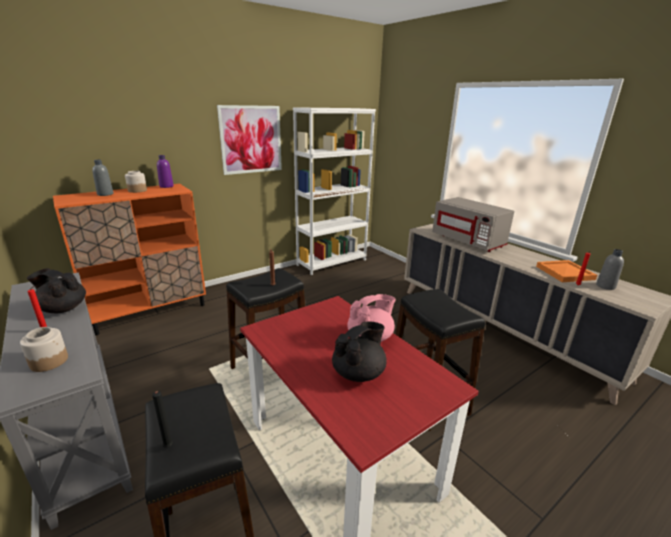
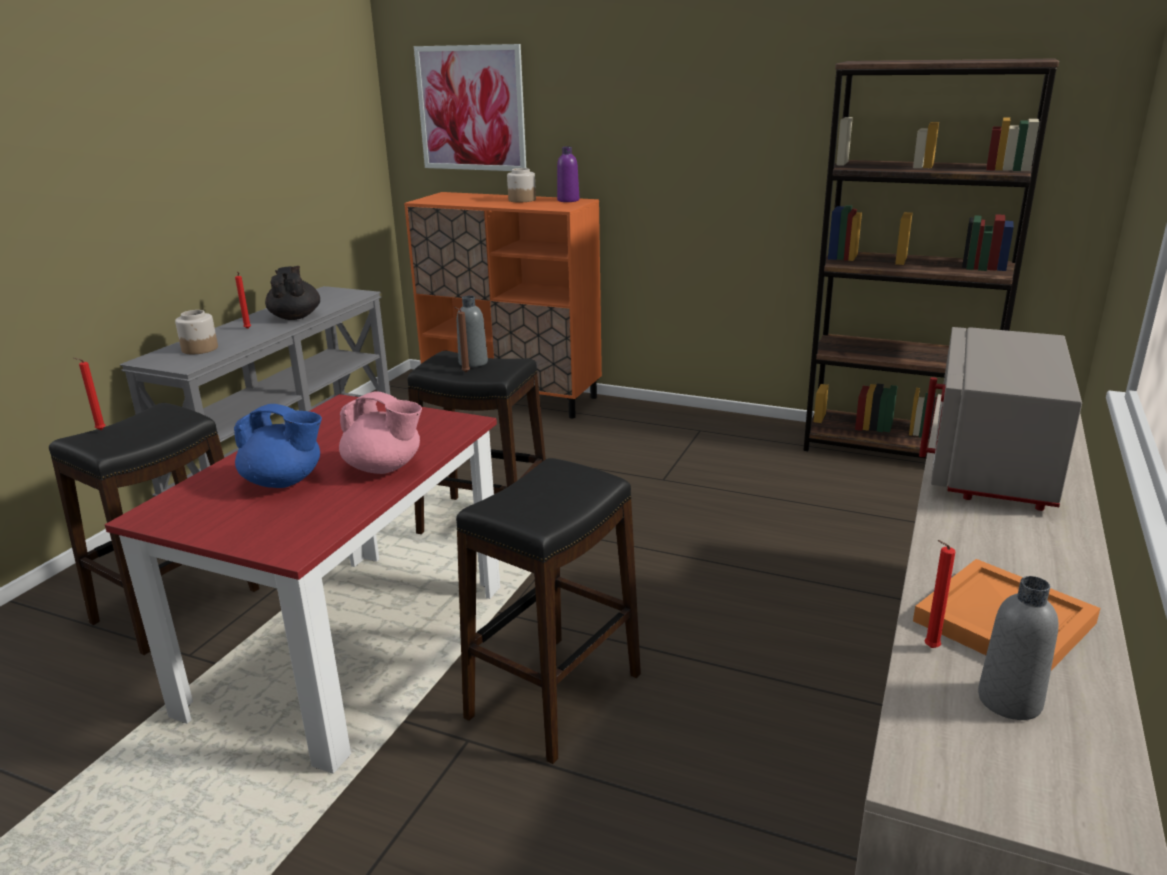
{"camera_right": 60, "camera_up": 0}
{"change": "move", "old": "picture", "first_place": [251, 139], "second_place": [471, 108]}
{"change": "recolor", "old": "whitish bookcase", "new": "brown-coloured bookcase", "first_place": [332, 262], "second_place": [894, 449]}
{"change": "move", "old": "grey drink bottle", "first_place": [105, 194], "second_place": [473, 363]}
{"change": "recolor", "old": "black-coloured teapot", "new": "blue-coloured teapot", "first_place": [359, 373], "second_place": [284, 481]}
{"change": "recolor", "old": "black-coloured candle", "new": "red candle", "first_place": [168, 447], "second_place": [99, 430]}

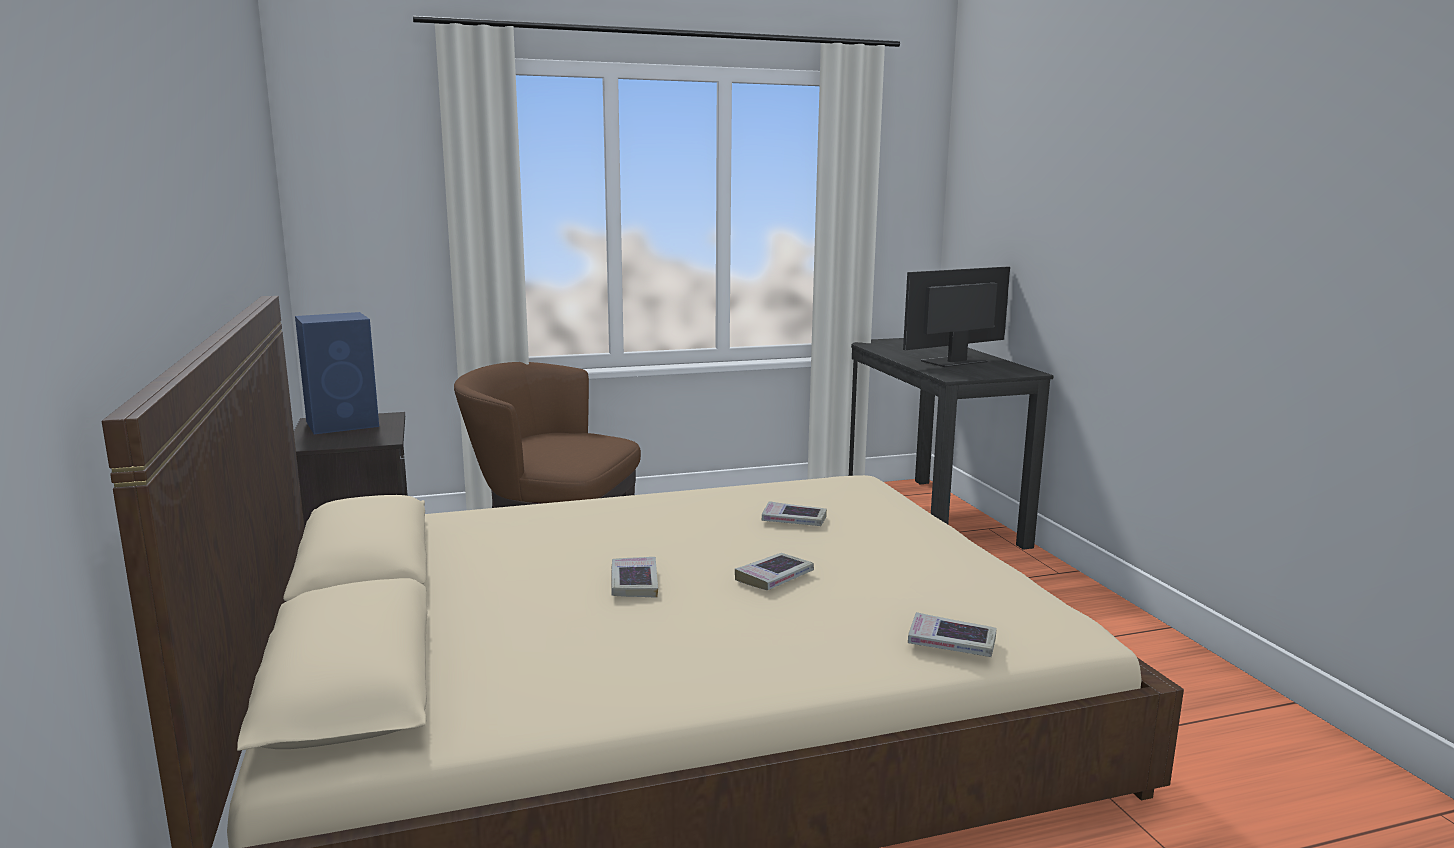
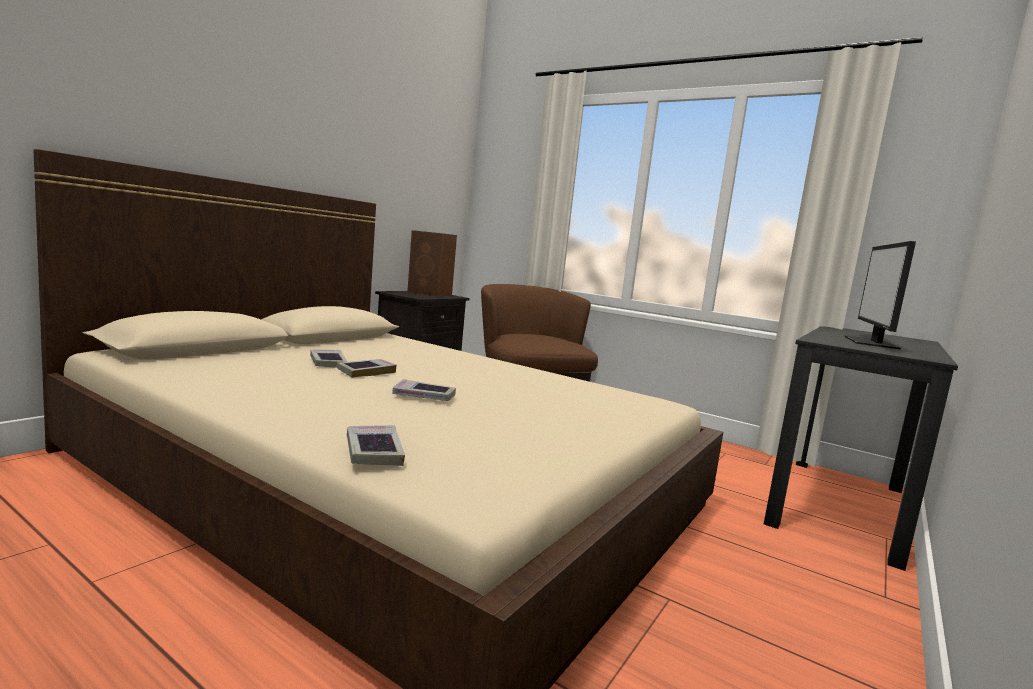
{"camera_right": 50, "camera_up": -5}
{"change": "rotate", "old": "computer screen", "first_place": [954, 362], "second_place": [872, 343], "degrees": -90}
{"change": "recolor", "old": "blue-coloured loudspeaker", "new": "brown-coloured loudspeaker", "first_place": [344, 424], "second_place": [430, 293]}
{"change": "move", "old": "book", "first_place": [794, 520], "second_place": [328, 363]}

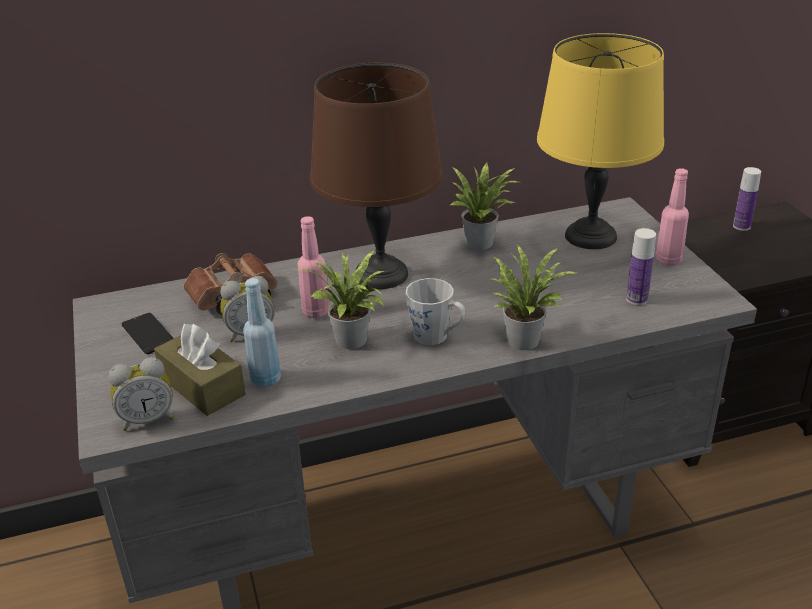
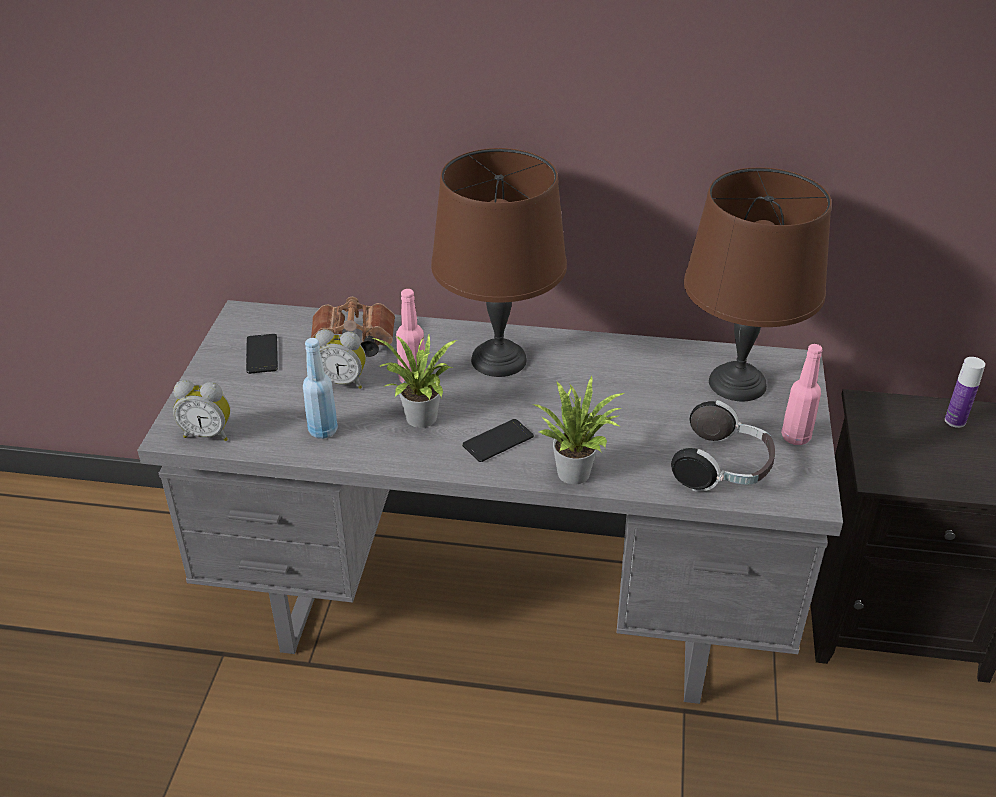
{"camera_right": 25, "camera_up": 5}
{"change": "recolor", "old": "yellow lamp for a table", "new": "brown-coloured lamp for a table", "first_place": [589, 236], "second_place": [736, 383]}
{"change": "delete", "old": "plant in a pot", "first_place": [483, 242]}
{"change": "replace", "old": "drink bottle", "new": "headphones", "first_place": [636, 299], "second_place": [723, 468]}
{"change": "replace", "old": "grey tea mug", "new": "phone", "first_place": [436, 337], "second_place": [498, 441]}
{"change": "delete", "old": "brown-coloured box of tissues", "first_place": [202, 386]}

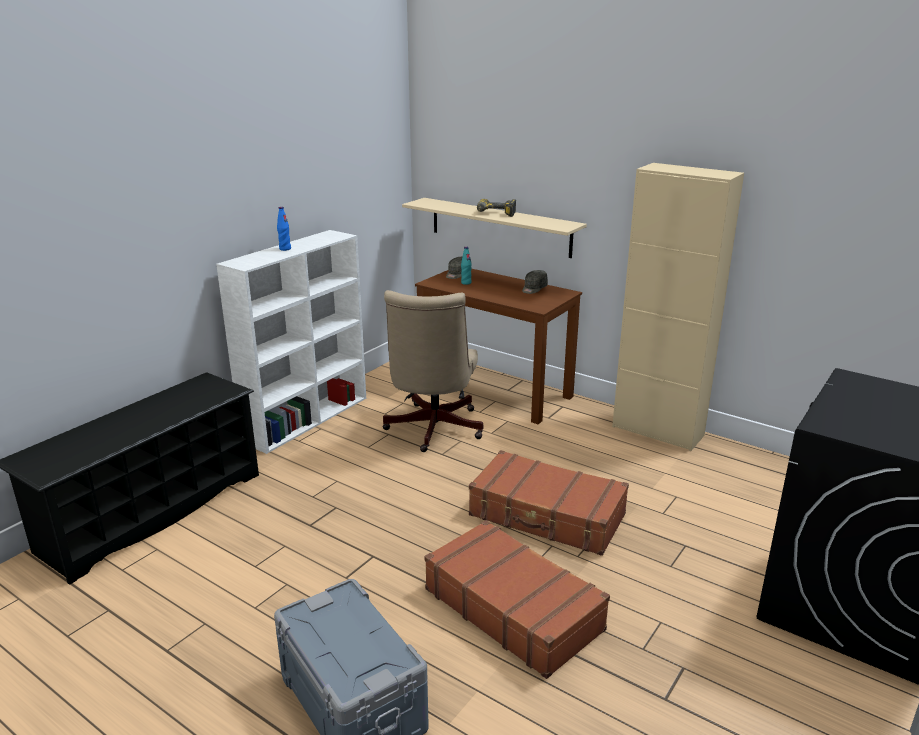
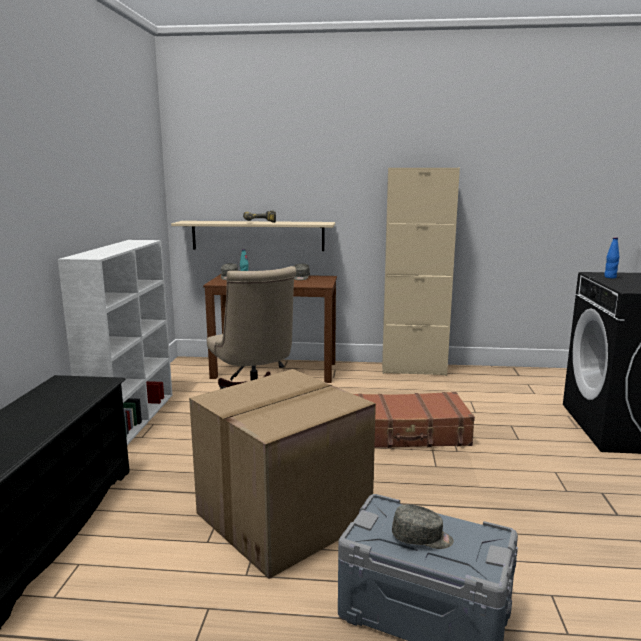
{"camera_right": -30, "camera_up": -10}
{"change": "move", "old": "blue-coloured drink bottle", "first_place": [285, 249], "second_place": [610, 277]}
{"change": "delete", "old": "brown-coloured piece of luggage", "first_place": [513, 608]}
{"change": "insert", "new": "cardboard box", "second_place": [283, 518]}
{"change": "insert", "new": "grey baseball cap", "second_place": [422, 538]}

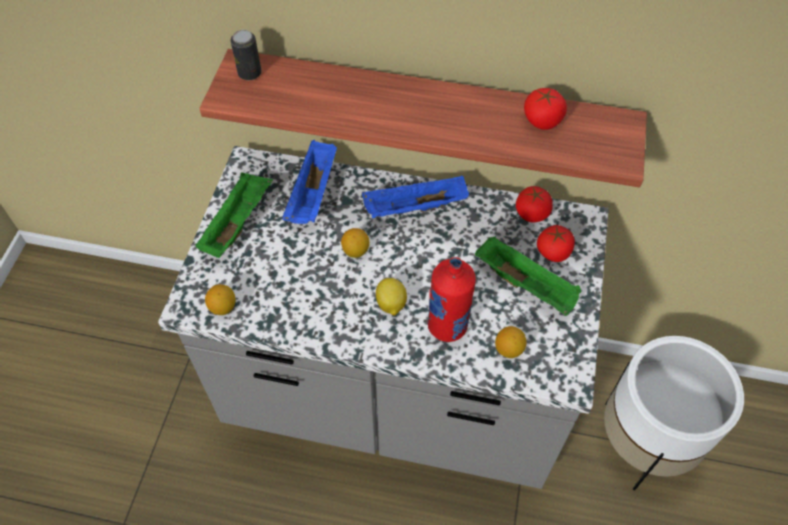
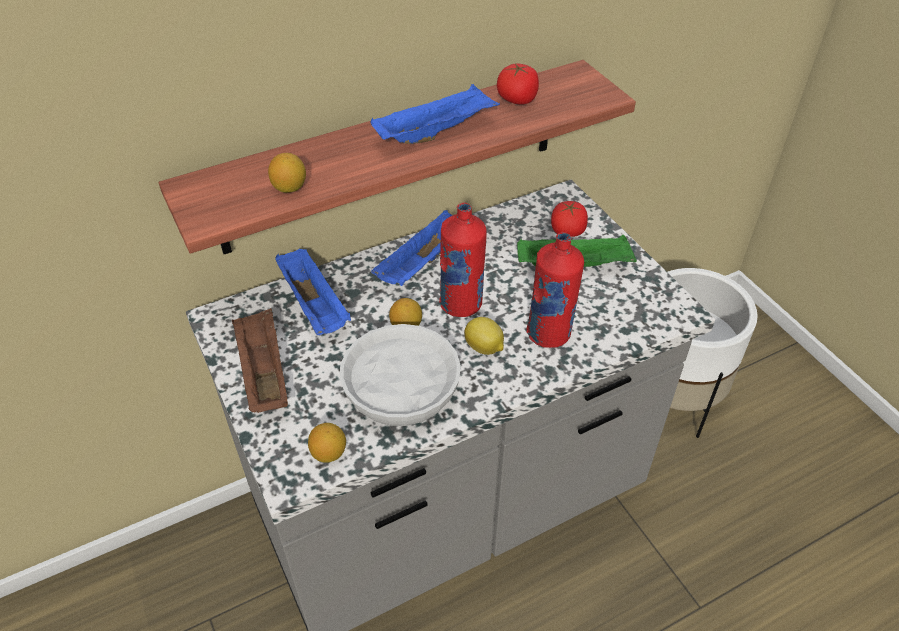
{"camera_right": -40, "camera_up": -10}
{"change": "delete", "old": "sealed can", "first_place": [249, 73]}
{"change": "recolor", "old": "green-coloured carrying tray", "new": "brown-coloured carrying tray", "first_place": [237, 223], "second_place": [263, 373]}
{"change": "delete", "old": "tomato", "first_place": [532, 213]}
{"change": "move", "old": "whole lemon", "first_place": [509, 349], "second_place": [290, 188]}
{"change": "insert", "new": "blue-coloured carrying tray", "second_place": [436, 132]}
{"change": "insert", "new": "red drink bottle", "second_place": [461, 304]}
{"change": "insert", "new": "whitish deep dish", "second_place": [403, 391]}

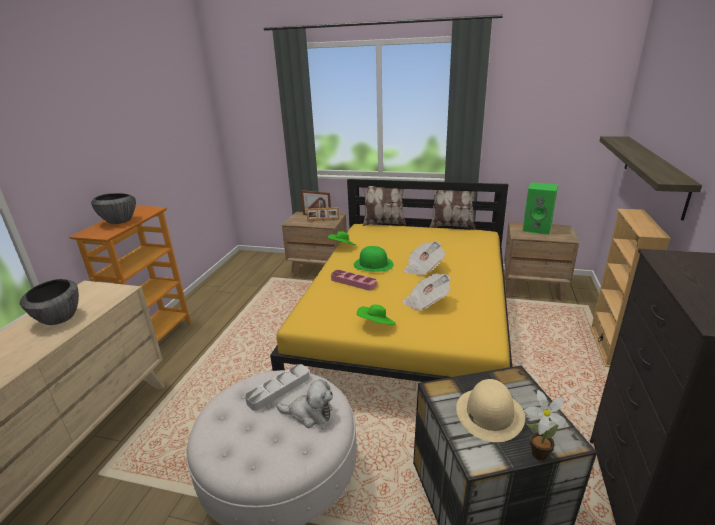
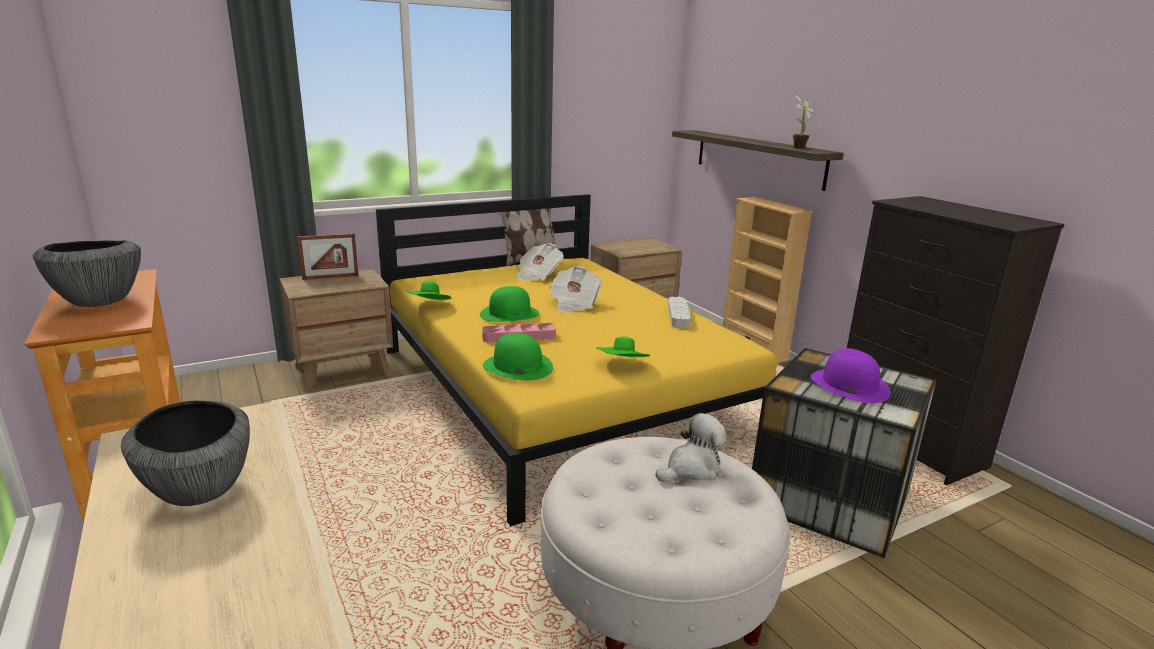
{"camera_right": -45, "camera_up": -5}
{"change": "delete", "old": "green-coloured loudspeaker", "first_place": [537, 229]}
{"change": "delete", "old": "throw pillow", "first_place": [383, 223]}
{"change": "delete", "old": "standing frame", "first_place": [323, 220]}
{"change": "move", "old": "daily paper", "first_place": [426, 302], "second_place": [537, 275]}
{"change": "move", "old": "grey carrying tray", "first_place": [279, 389], "second_place": [678, 315]}
{"change": "recolor", "old": "beige-coloured hat", "new": "purple hat", "first_place": [489, 413], "second_place": [849, 385]}
{"change": "move", "old": "plant in a pot", "first_place": [536, 453], "second_place": [797, 148]}
{"change": "insert", "new": "green-coloured hat", "second_place": [517, 366]}

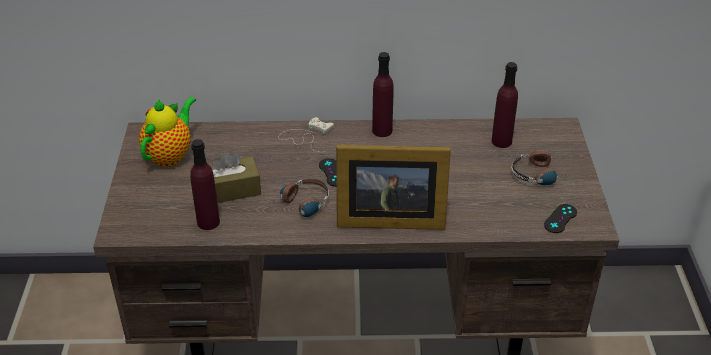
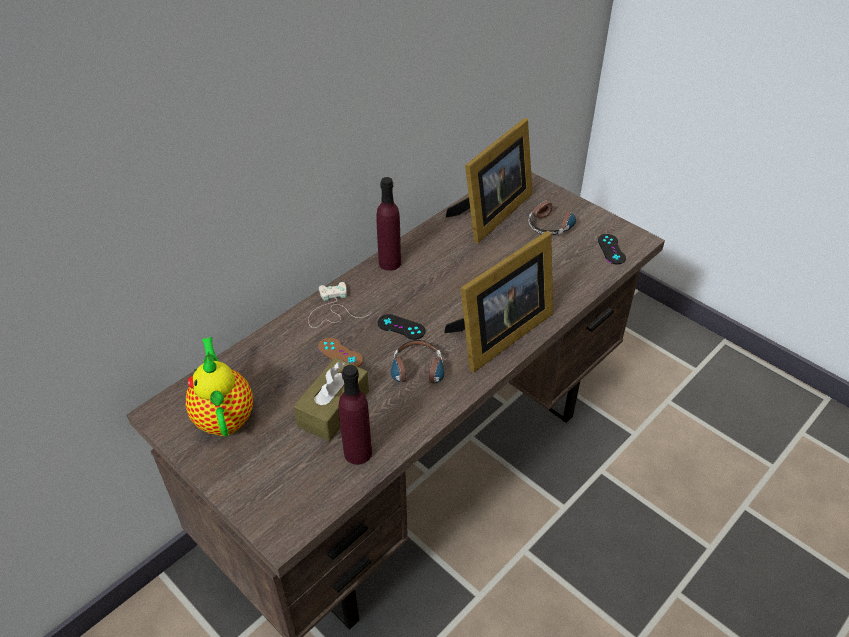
{"camera_right": -45, "camera_up": 5}
{"change": "replace", "old": "purple drink bottle", "new": "standing frame", "first_place": [501, 141], "second_place": [491, 214]}
{"change": "insert", "new": "brown-coloured joypad", "second_place": [340, 353]}

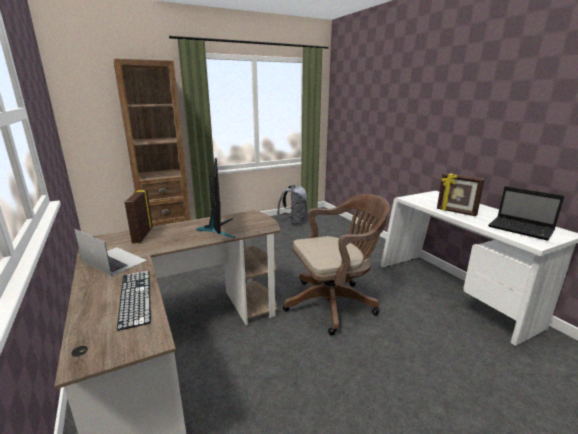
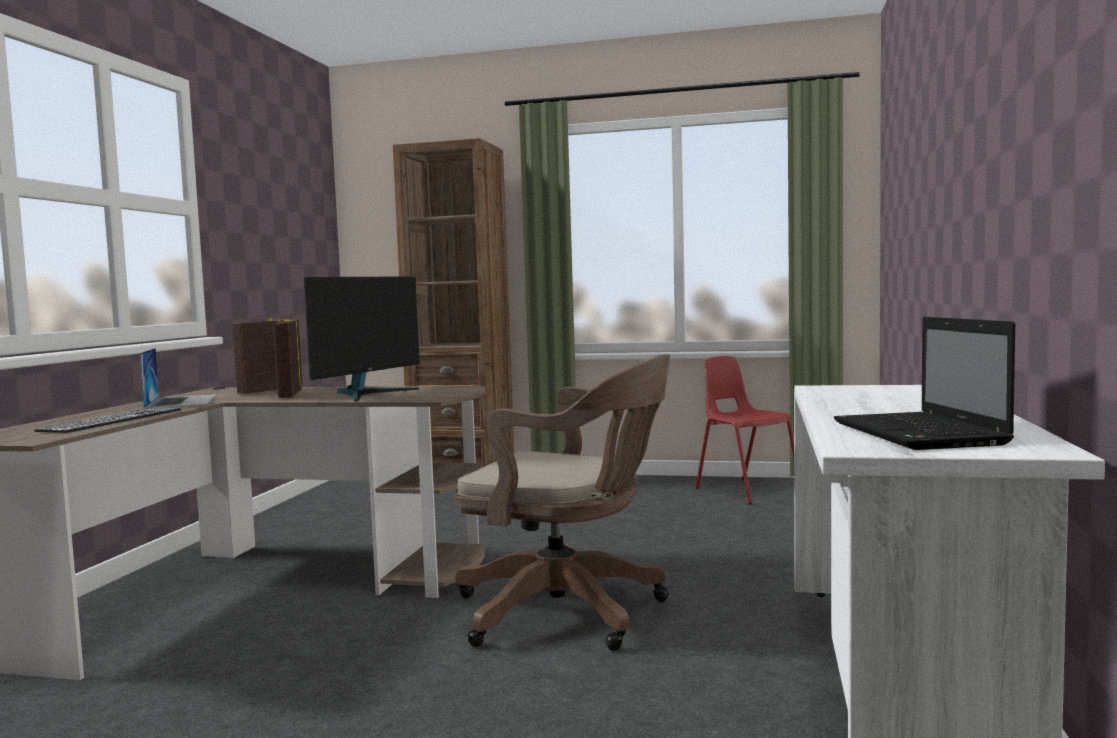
{"camera_right": 40, "camera_up": -15}
{"change": "move", "old": "standing frame", "first_place": [456, 212], "second_place": [289, 394]}
{"change": "replace", "old": "grey knapsack", "new": "red plain chair", "first_place": [294, 221], "second_place": [747, 490]}

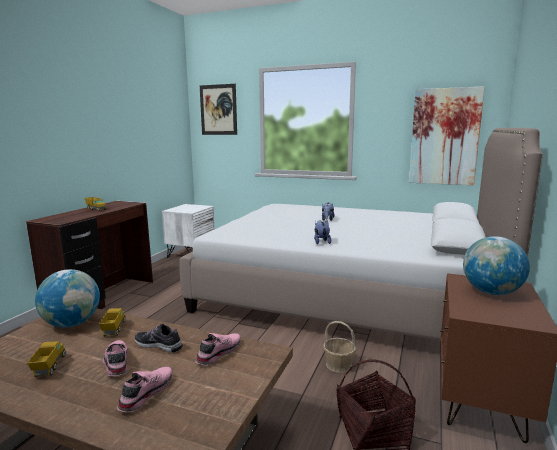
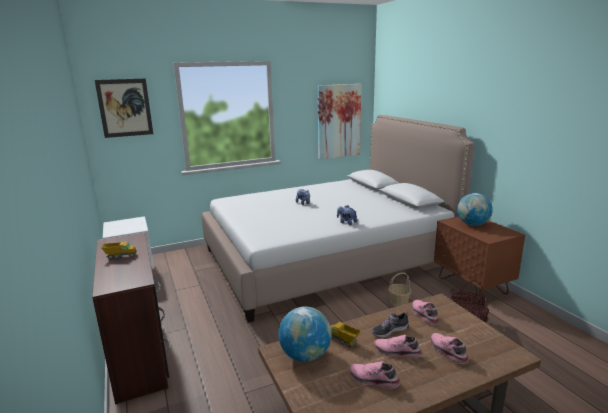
{"camera_right": -45, "camera_up": 5}
{"change": "replace", "old": "model truck", "new": "pink low shoe", "first_place": [49, 367], "second_place": [373, 380]}

